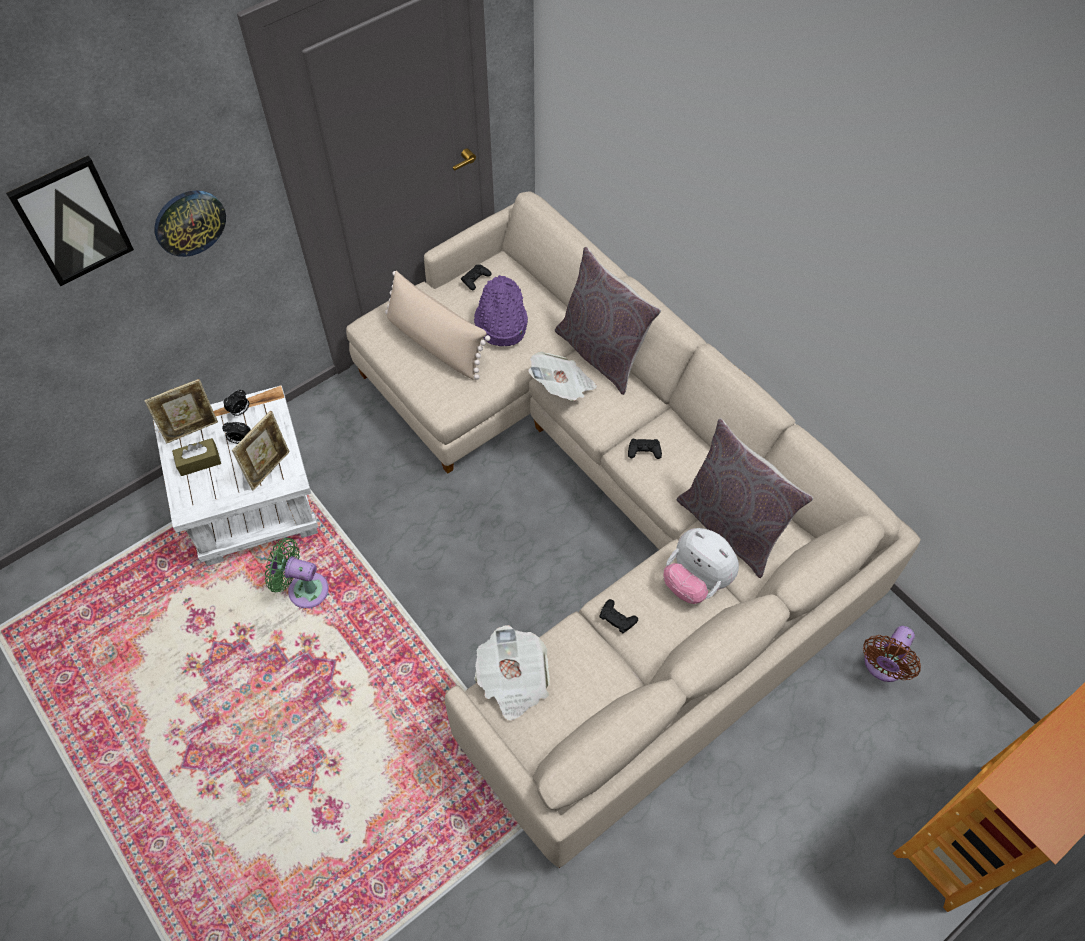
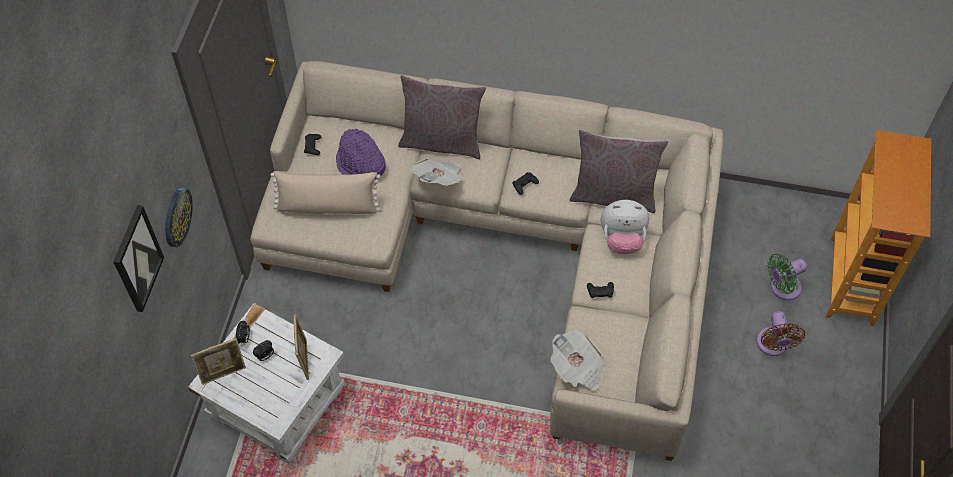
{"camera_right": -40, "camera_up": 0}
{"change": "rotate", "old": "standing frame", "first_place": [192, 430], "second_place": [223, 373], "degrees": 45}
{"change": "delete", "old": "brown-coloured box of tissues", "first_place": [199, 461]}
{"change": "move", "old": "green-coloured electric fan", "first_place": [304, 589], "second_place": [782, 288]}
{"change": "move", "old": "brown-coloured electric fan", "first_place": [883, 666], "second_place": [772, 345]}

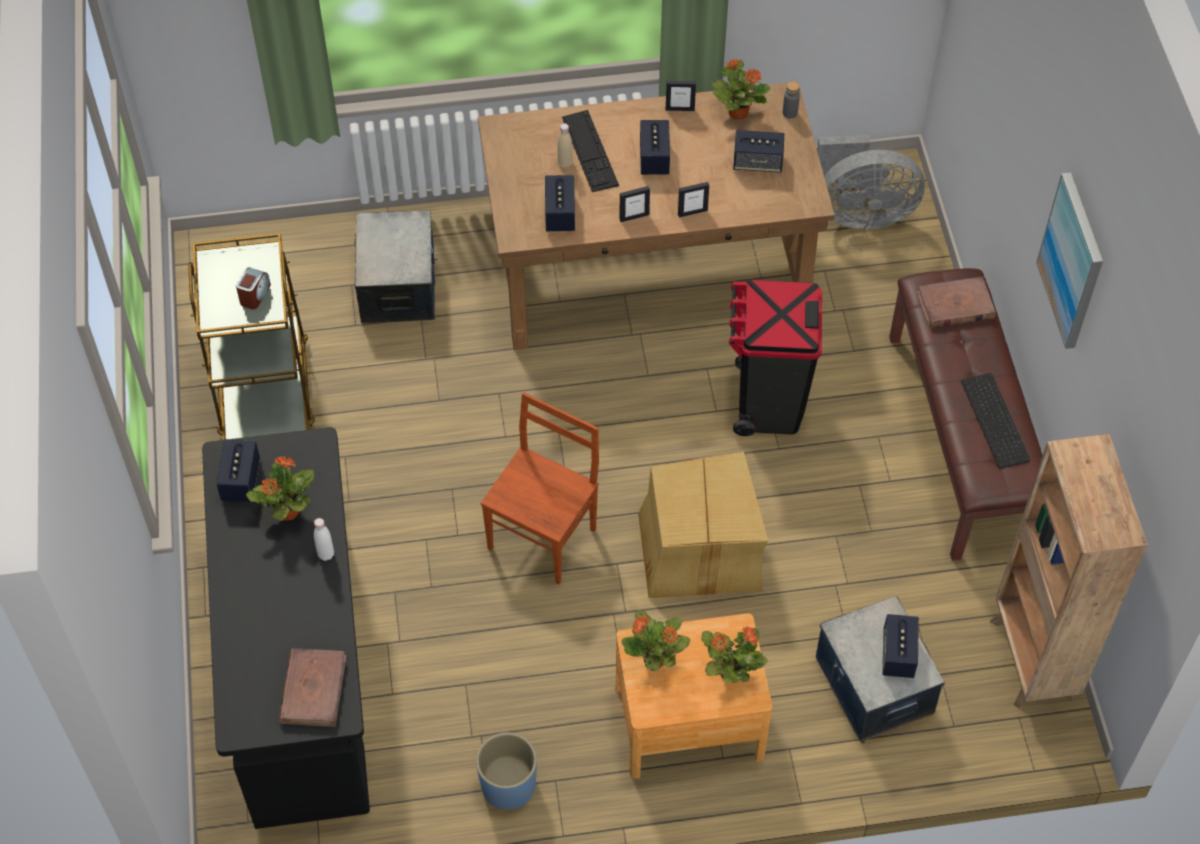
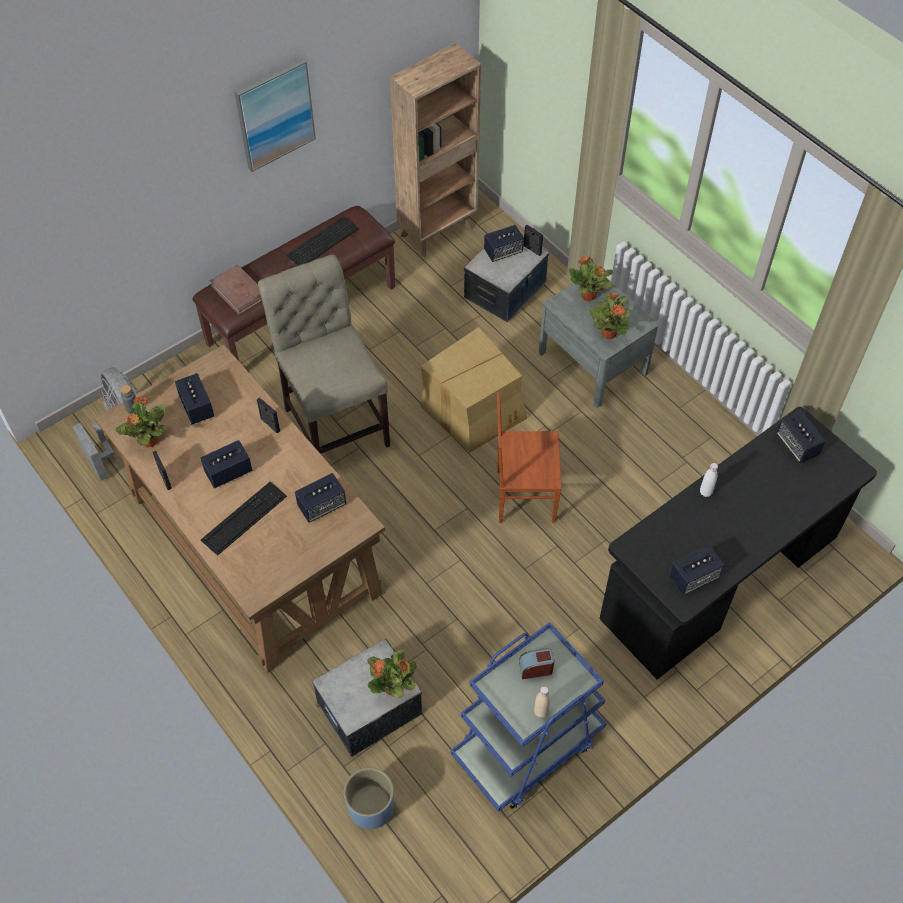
{"camera_right": -120, "camera_up": 0}
{"change": "move", "old": "beige-coloured drink bottle", "first_place": [565, 163], "second_place": [541, 711]}
{"change": "move", "old": "standing frame", "first_place": [634, 217], "second_place": [532, 250]}
{"change": "recolor", "old": "brown-coloured cart", "new": "blue-coloured cart", "first_place": [265, 390], "second_place": [527, 746]}
{"change": "replace", "old": "black-coloured rubbish bin", "new": "beige-coloured plain chair", "first_place": [767, 403], "second_place": [334, 422]}
{"change": "move", "old": "plant in a pot", "first_place": [287, 512], "second_place": [393, 687]}
{"change": "recolor", "old": "brown-coloured bedside table", "new": "grey bedside table", "first_place": [689, 721], "second_place": [593, 362]}
{"change": "replace", "old": "brown-coloured book", "new": "loudspeaker", "first_place": [313, 689], "second_place": [797, 445]}
{"change": "move", "old": "blue-coloured flower pot", "first_place": [509, 786], "second_place": [371, 807]}

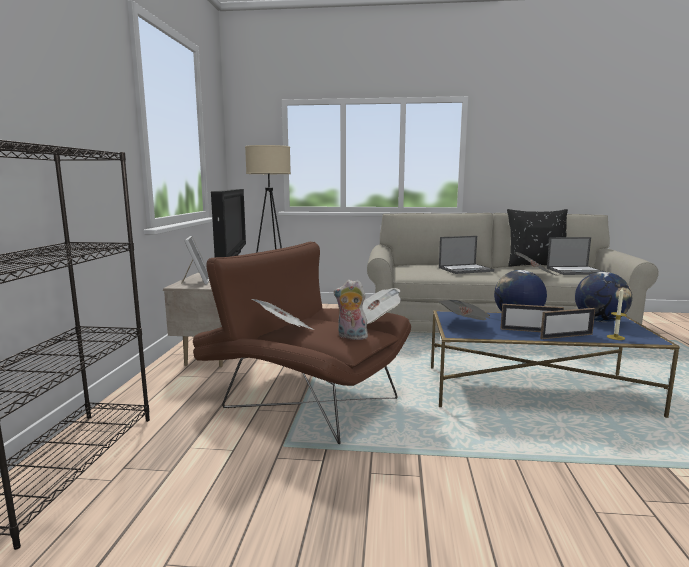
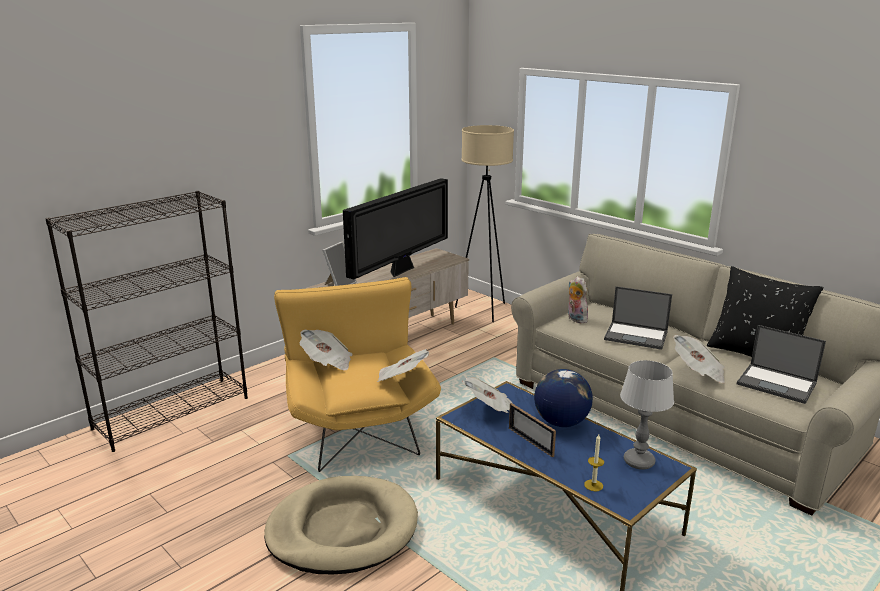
{"camera_right": 40, "camera_up": 10}
{"change": "recolor", "old": "brown-coloured armchair", "new": "yellow armchair", "first_place": [302, 398], "second_place": [356, 423]}
{"change": "replace", "old": "world globe", "new": "lamp for a table", "first_place": [600, 321], "second_place": [639, 462]}
{"change": "move", "old": "cuddly toy", "first_place": [351, 337], "second_place": [575, 319]}
{"change": "delete", "old": "standing frame", "first_place": [566, 336]}
{"change": "insert", "new": "beige-coloured dog bed", "second_place": [342, 529]}

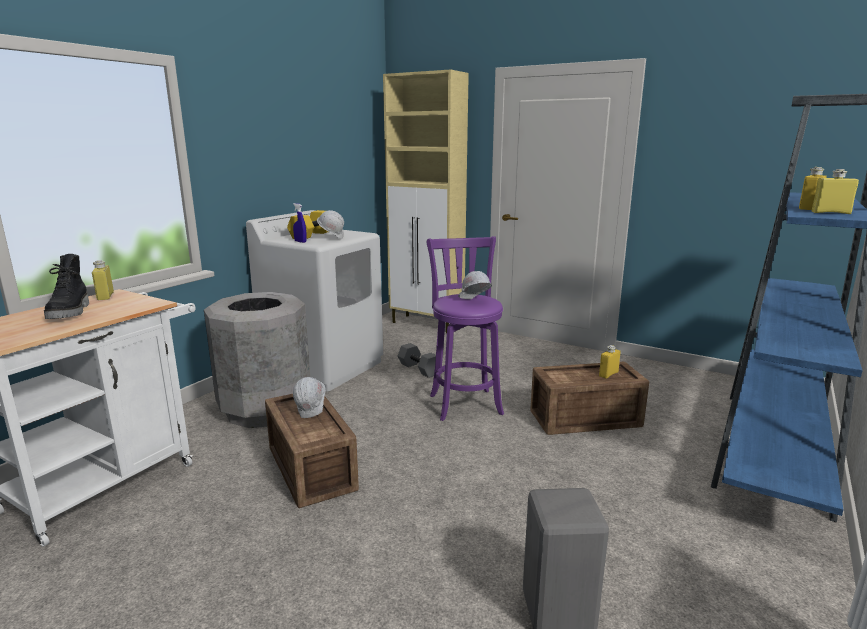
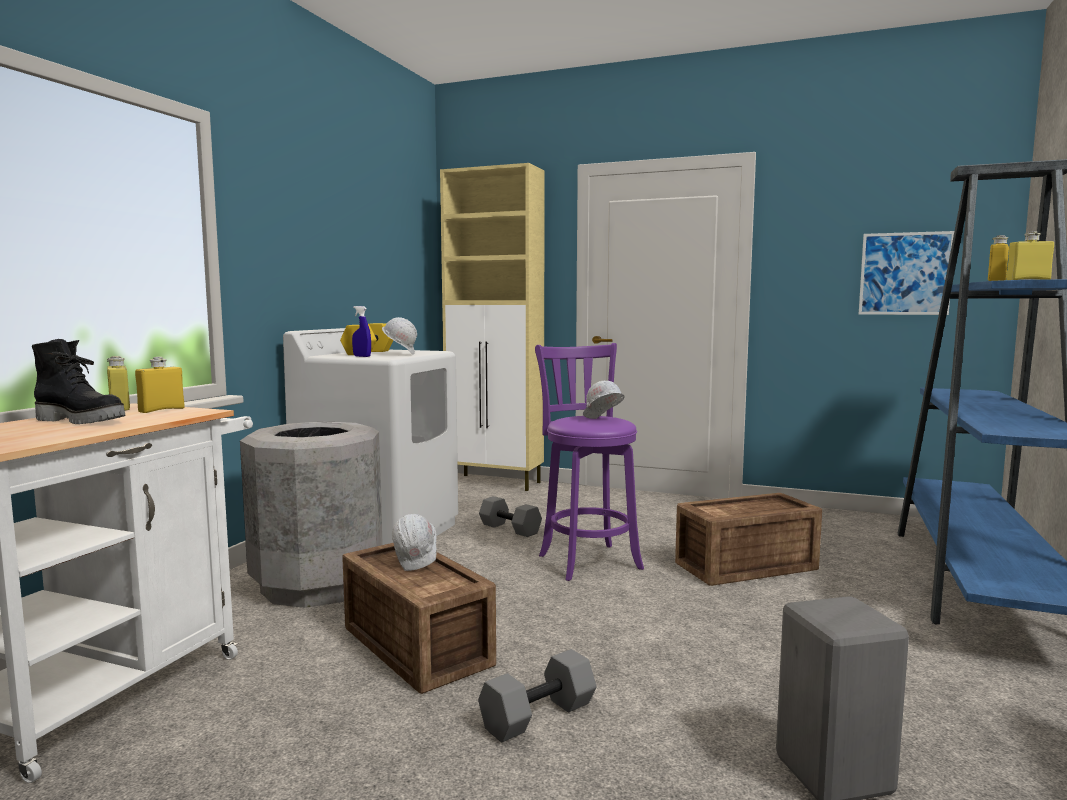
{"camera_right": -10, "camera_up": -10}
{"change": "rotate", "old": "black-coloured boot", "first_place": [71, 312], "second_place": [82, 421], "degrees": -45}
{"change": "move", "old": "yellow drink bottle", "first_place": [608, 374], "second_place": [161, 410]}
{"change": "insert", "new": "picture", "second_place": [905, 273]}
{"change": "insert", "new": "grey dumbbell", "second_place": [538, 717]}

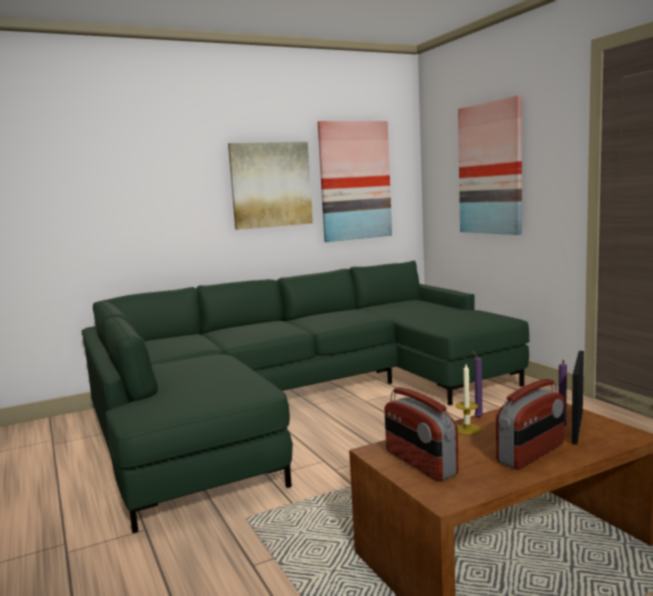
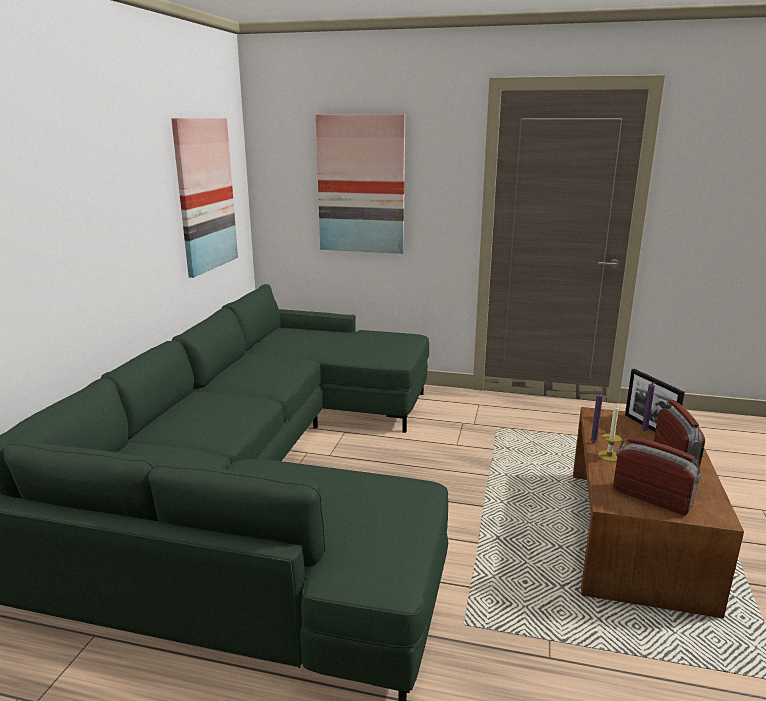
{"camera_right": -50, "camera_up": 10}
{"change": "delete", "old": "picture", "first_place": [271, 185]}
{"change": "rotate", "old": "radio", "first_place": [419, 463], "second_place": [651, 498], "degrees": -150}

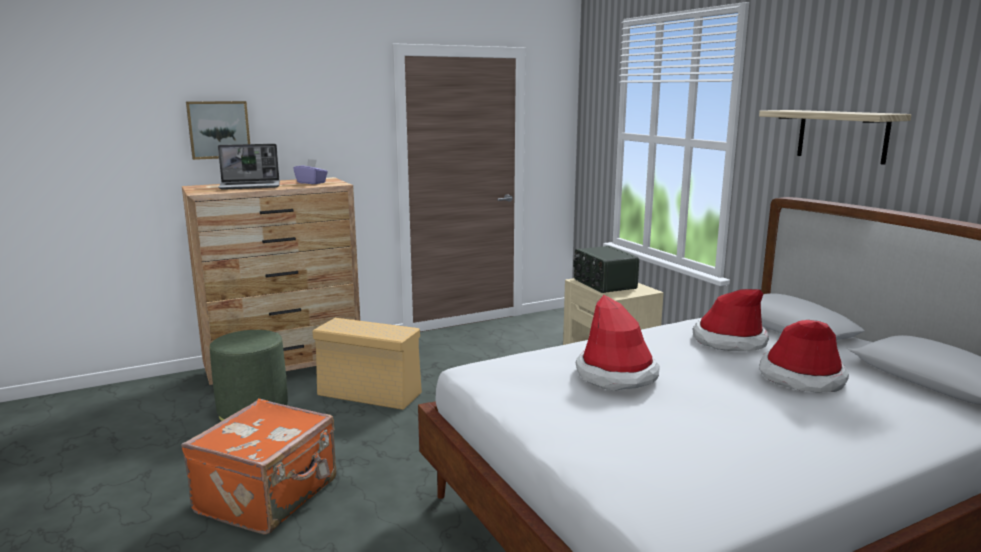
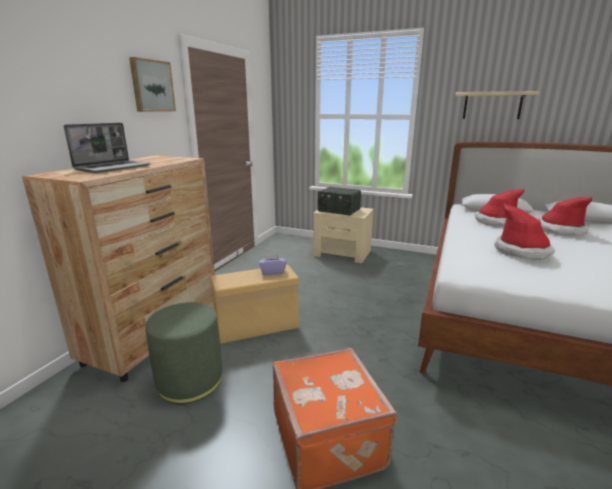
{"camera_right": -40, "camera_up": 5}
{"change": "move", "old": "picture", "first_place": [219, 129], "second_place": [152, 86]}
{"change": "move", "old": "purple box of tissues", "first_place": [311, 183], "second_place": [272, 272]}

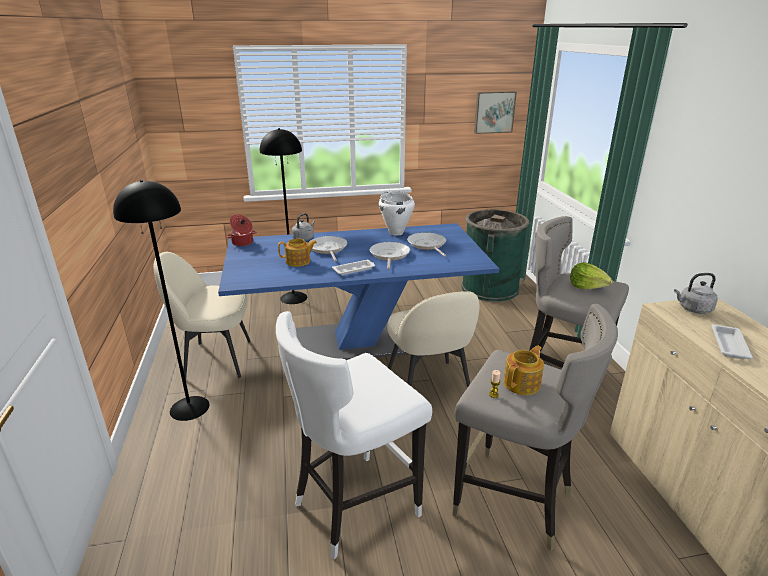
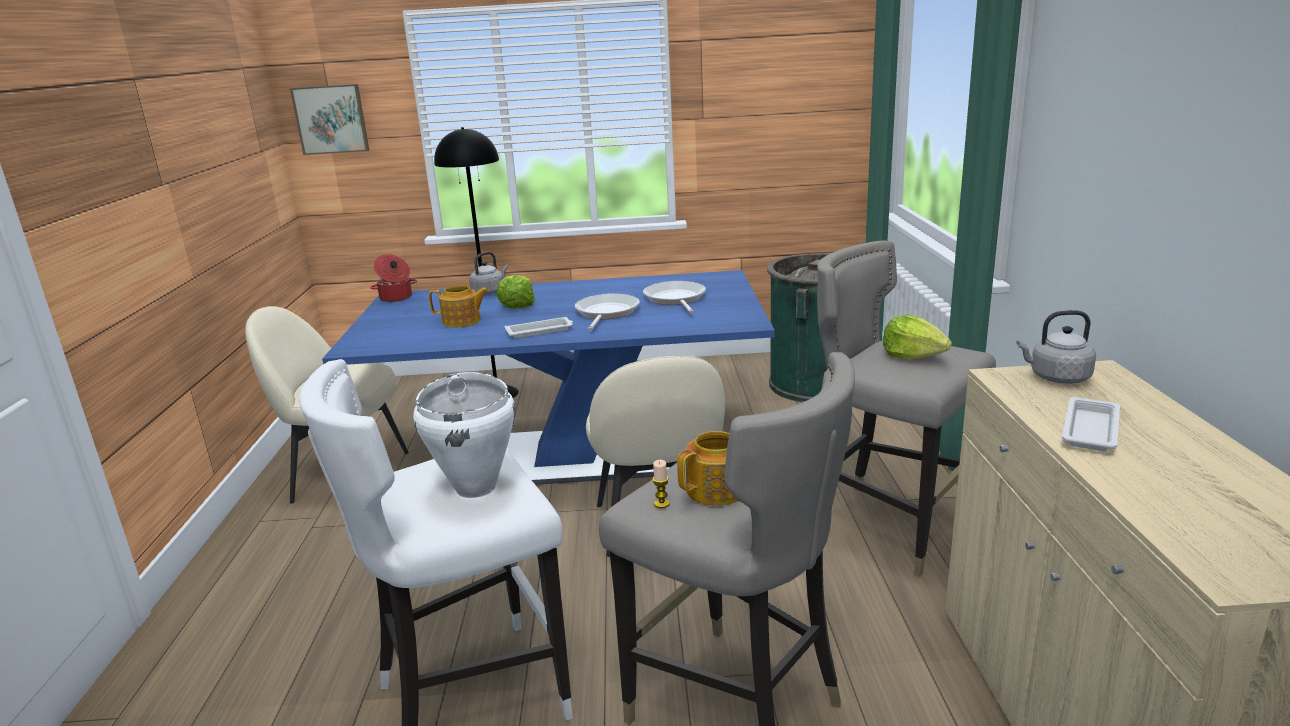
{"camera_right": 10, "camera_up": -5}
{"change": "move", "old": "picture", "first_place": [494, 112], "second_place": [331, 119]}
{"change": "delete", "old": "black-coloured standing lamp", "first_place": [189, 407]}
{"change": "move", "old": "whitish stockpot", "first_place": [396, 233], "second_place": [476, 487]}
{"change": "replace", "old": "frying pan", "new": "lettuce head", "first_place": [328, 249], "second_place": [517, 305]}

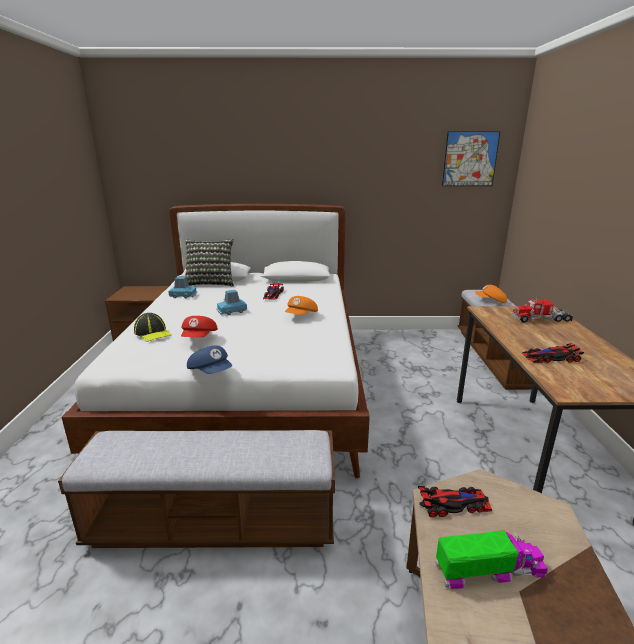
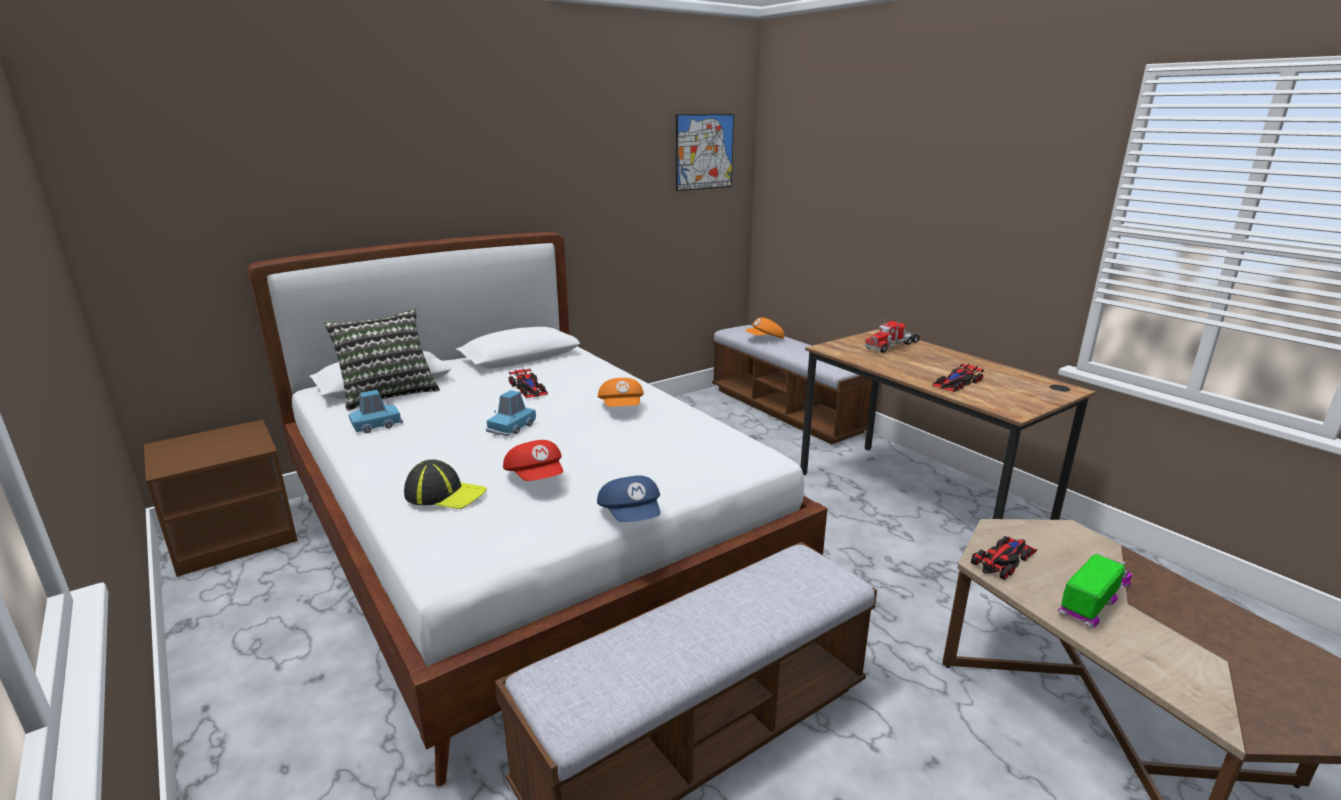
{"camera_right": -35, "camera_up": 0}
{"change": "rotate", "old": "blue-coloured baseball cap", "first_place": [211, 372], "second_place": [631, 516], "degrees": 60}

